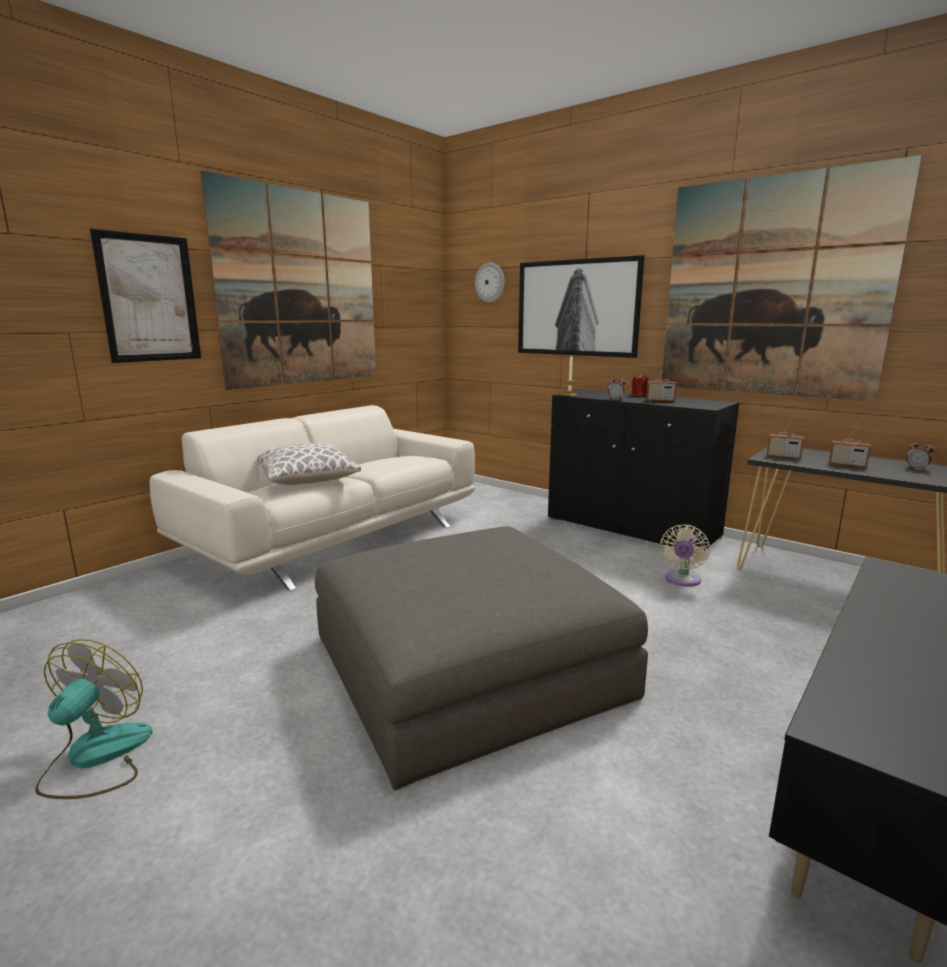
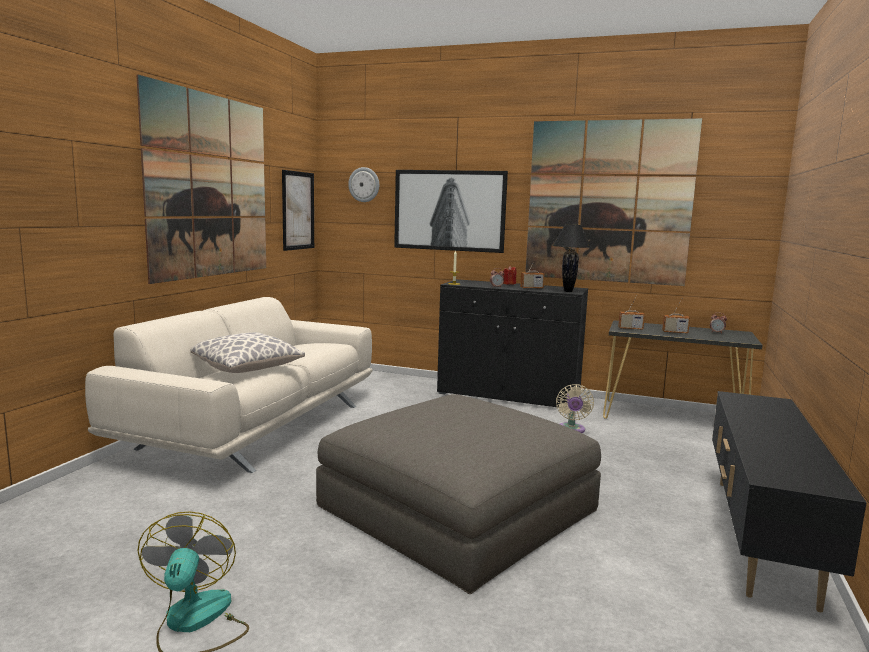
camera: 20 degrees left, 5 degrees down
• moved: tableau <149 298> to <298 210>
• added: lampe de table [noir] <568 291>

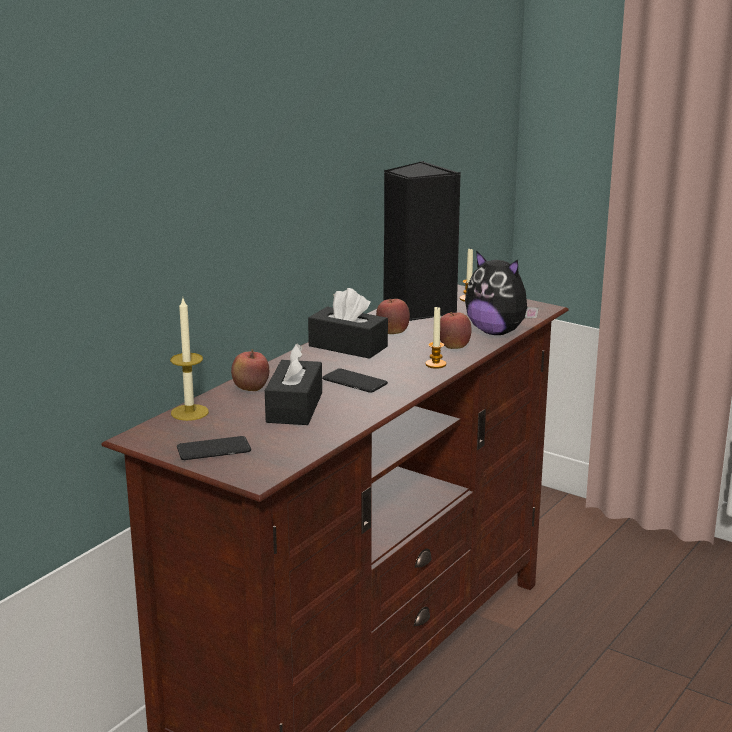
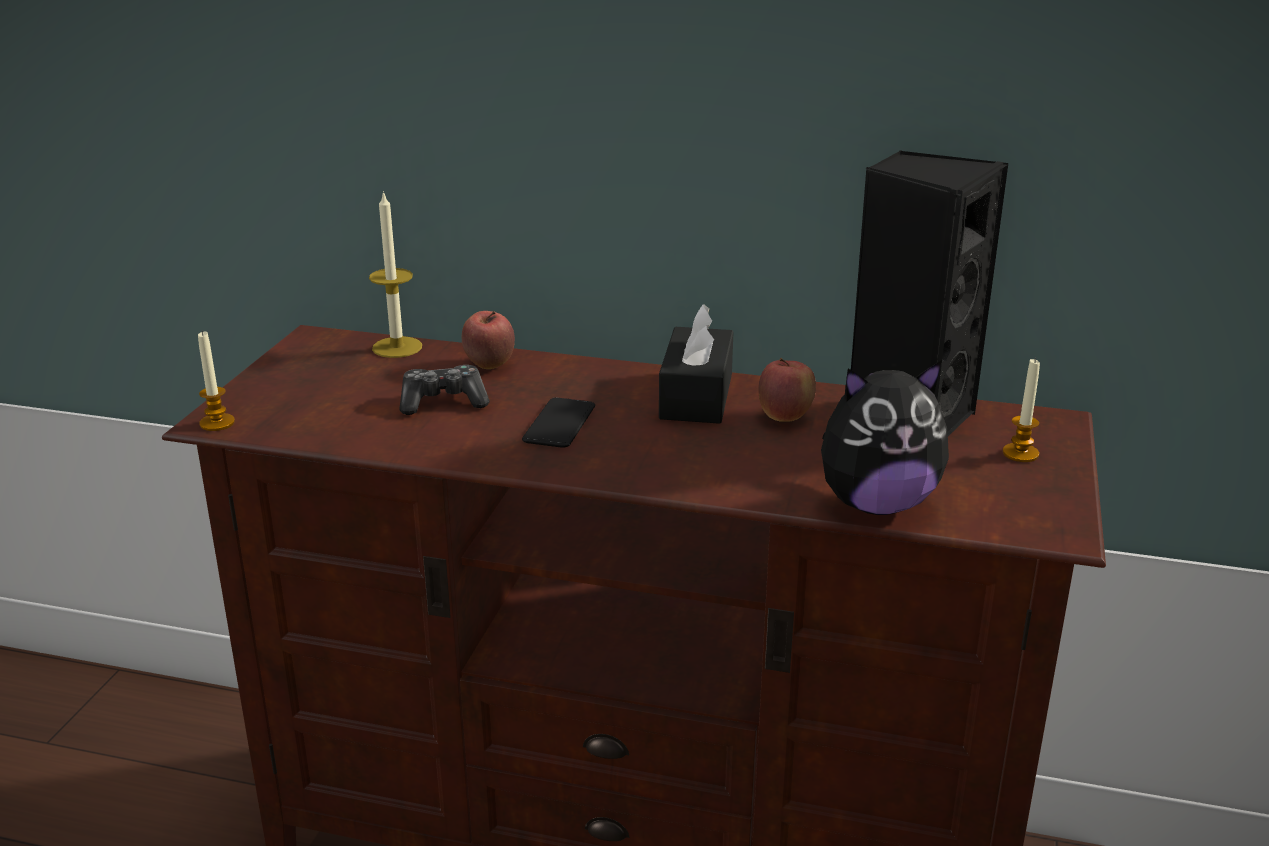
camera: 70 degrees right, 5 degrees up
• turned: peluche <497 332> = <876 504> 120 degrees counterclockwise
• moved: bougie <435 364> to <217 423>
• removed: pomme <453 347>
• replaced: boîte à mouchoirs [noir] <294 407> to manette <443 402>
• removed: téléphone <213 449>

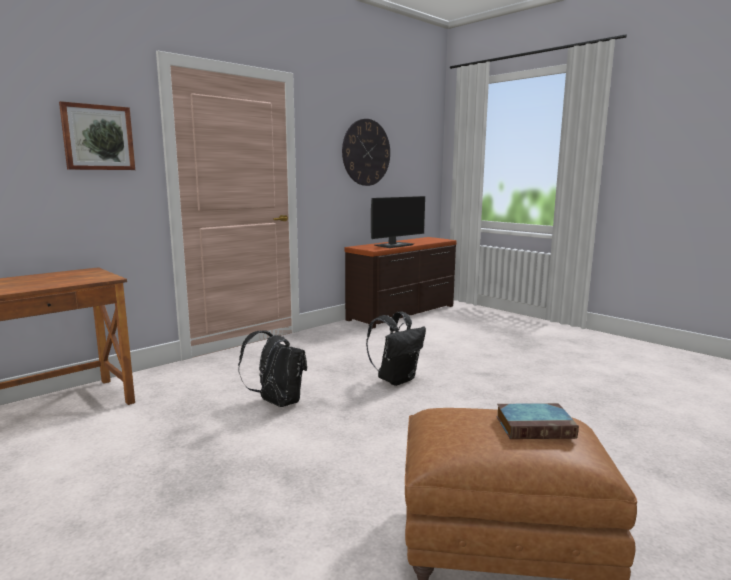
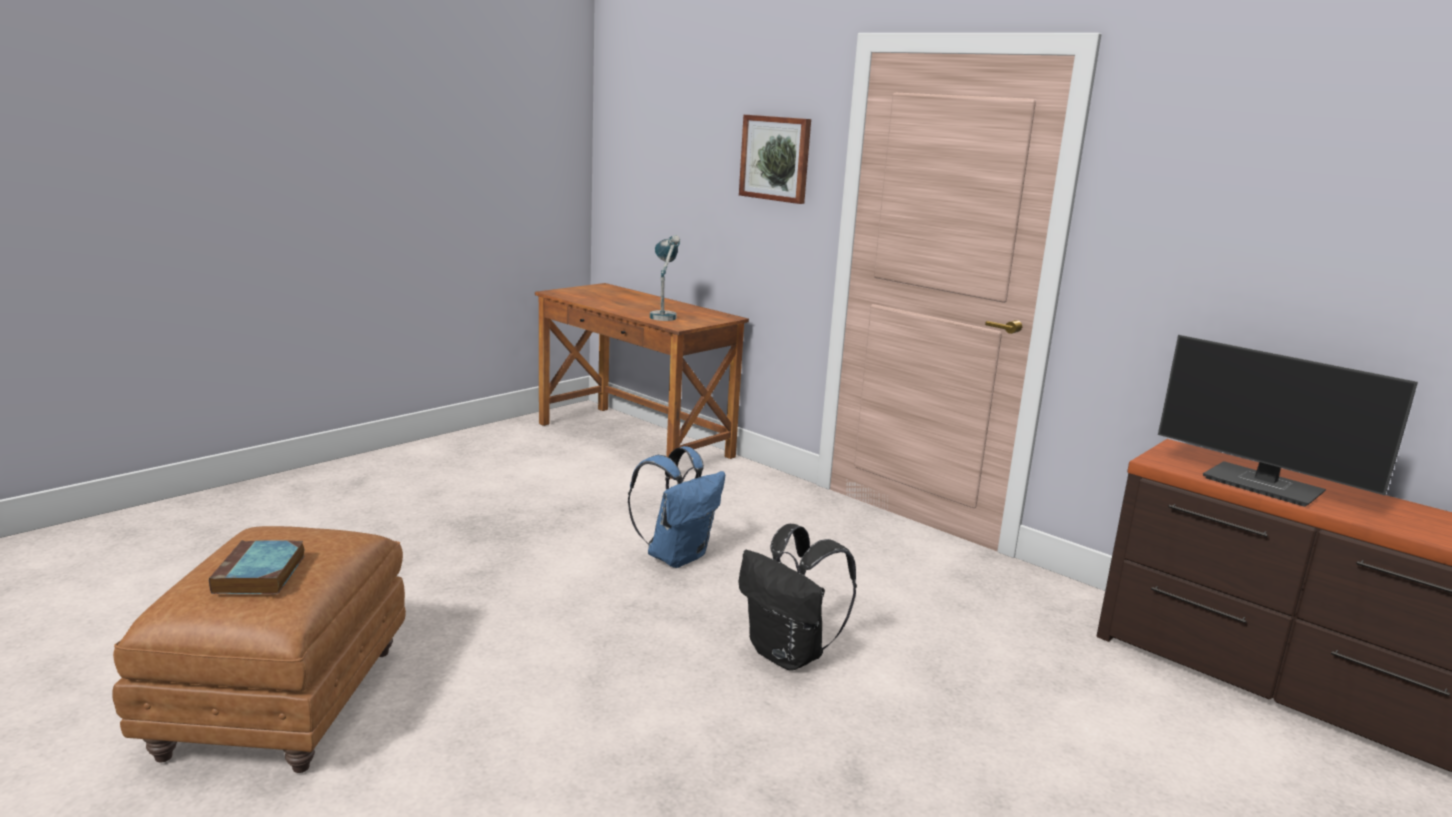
camera: 85 degrees right, 5 degrees up
• removed: horloge murale <366 152>
• recoloured: sac à dos [noir] <277 403> to sac à dos [bleu] <677 556>
• added: lampe de table <663 315>

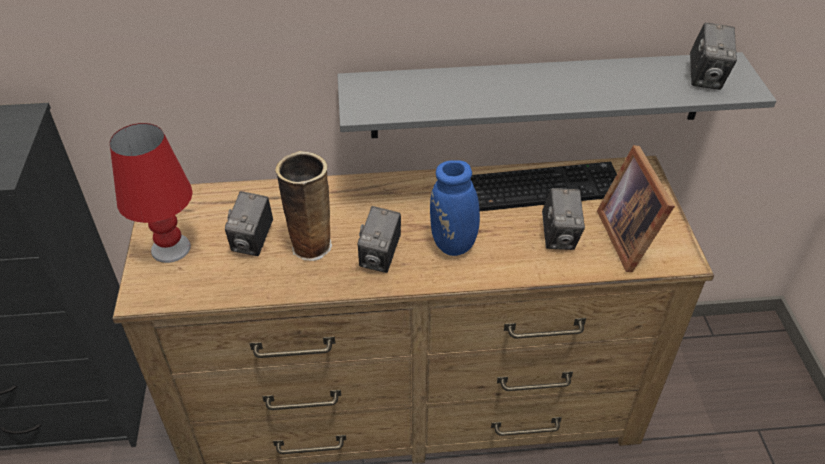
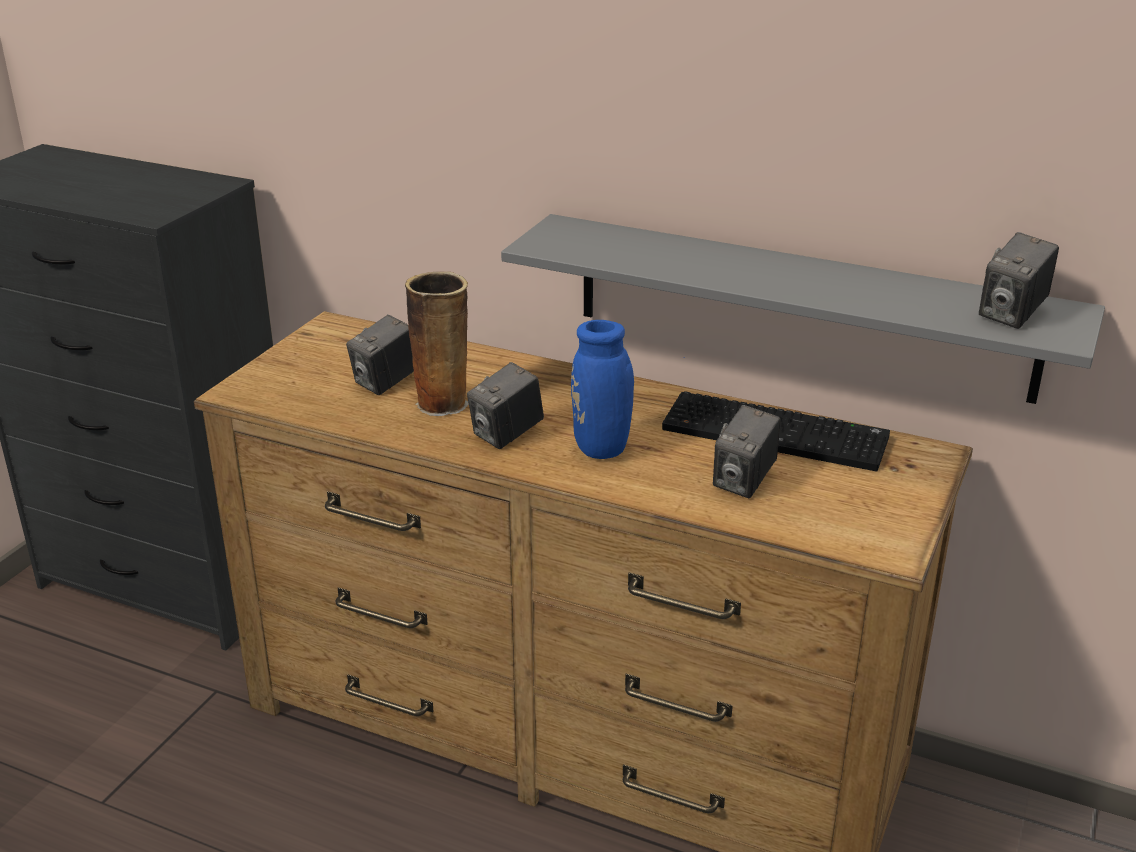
camera: 30 degrees right, 15 degrees down
• removed: lampe de table [rouge] <171 248>
• removed: cadre photo <630 236>

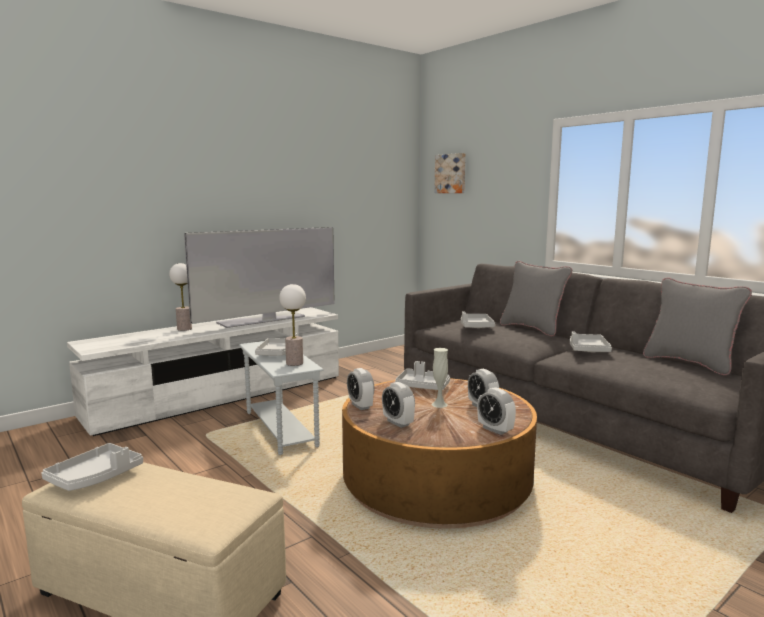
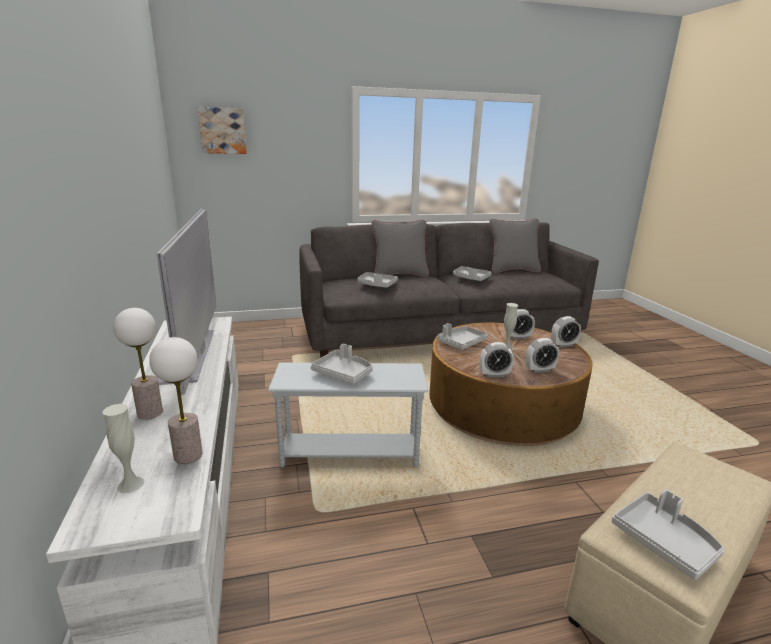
camera: 65 degrees left, 10 degrees up
• moved: lampe de table <294 363> to <188 455>
• added: vase [blanc] <130 484>

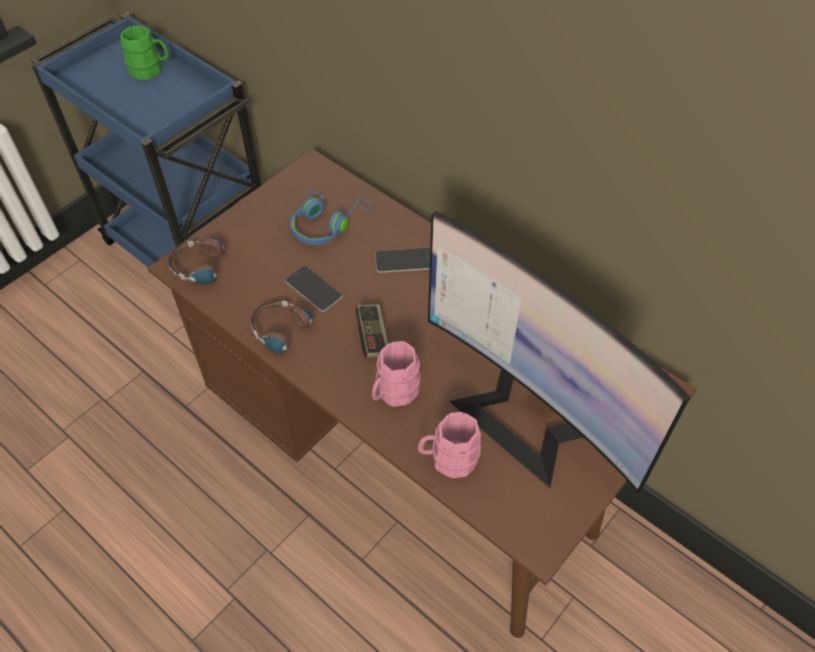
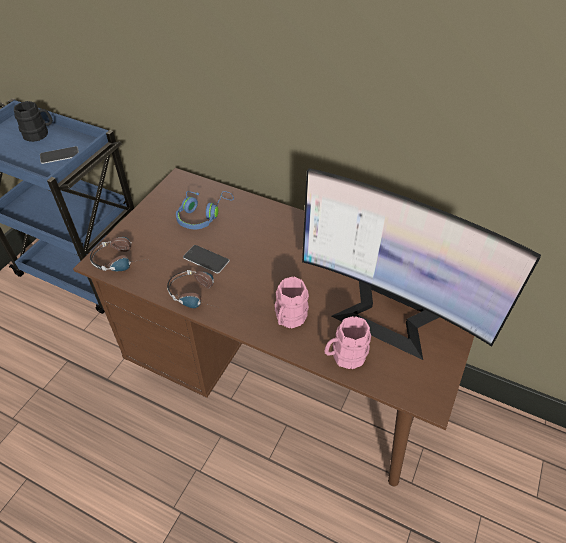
camera: 15 degrees left, 5 degrees down
• recoloured: mug [vert] <151 70> to mug [noir] <39 134>
• moved: téléphone <404 260> to <59 155>
• removed: manette <373 337>

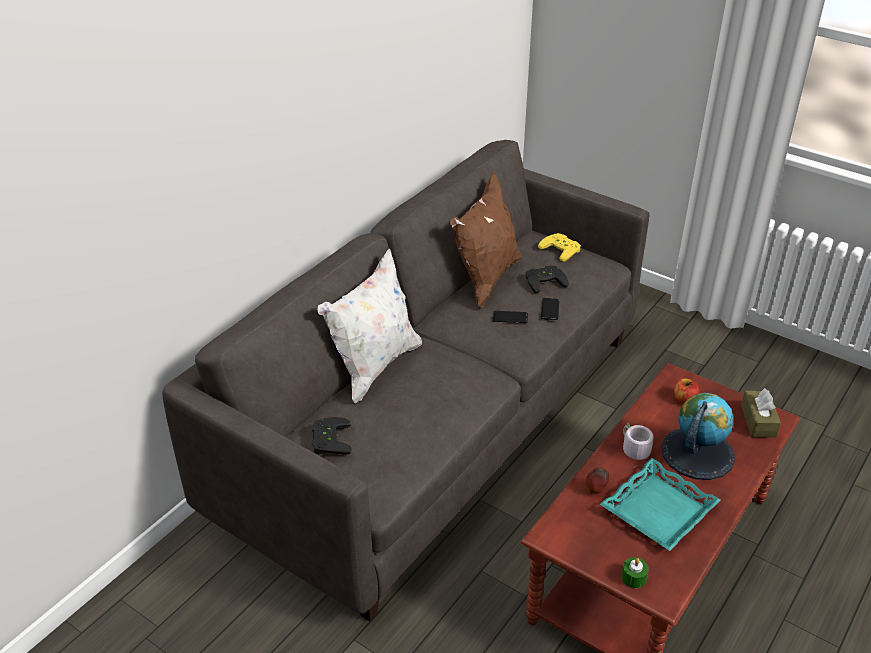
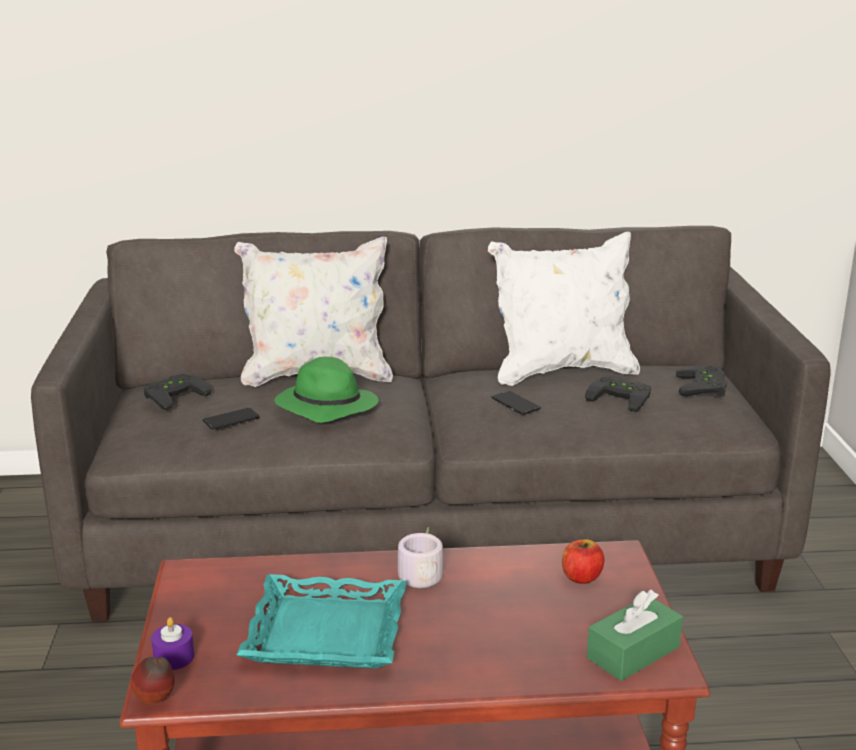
camera: 50 degrees right, 15 degrees down
• recoloured: coussin [marron] <485 279> to coussin [blanc] <561 371>
• recoloured: manette [jaune] <562 249> to manette [noir] <705 387>
• moved: téléphone <550 309> to <231 419>
• recoloured: boîte à mouchoirs [marron] <758 421> to boîte à mouchoirs [vert] <633 652>
• removed: globe <697 453>
• moved: pomme <596 490> to <156 700>
• recoloured: bougie [vert] <633 577> to bougie [violet] <174 657>
• added: chapeau [vert] <325 407>

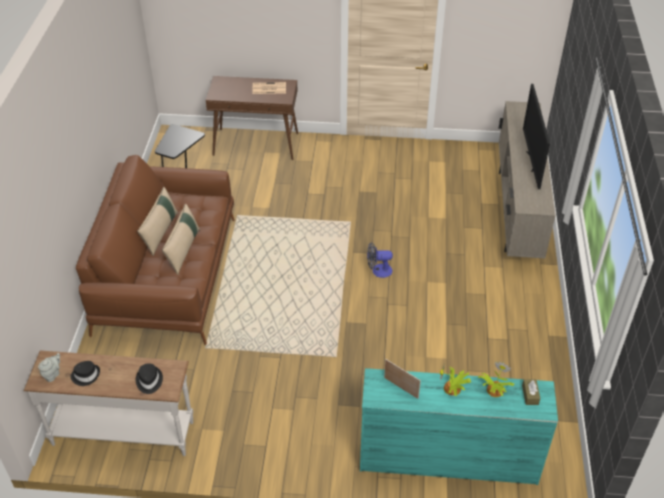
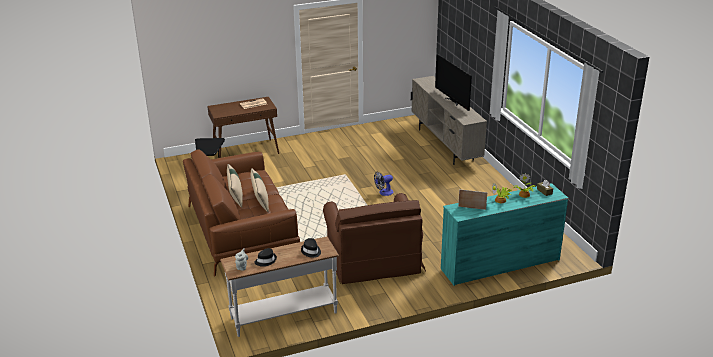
camera: 25 degrees left, 15 degrees down
• added: fauteuil [marron] <373 259>

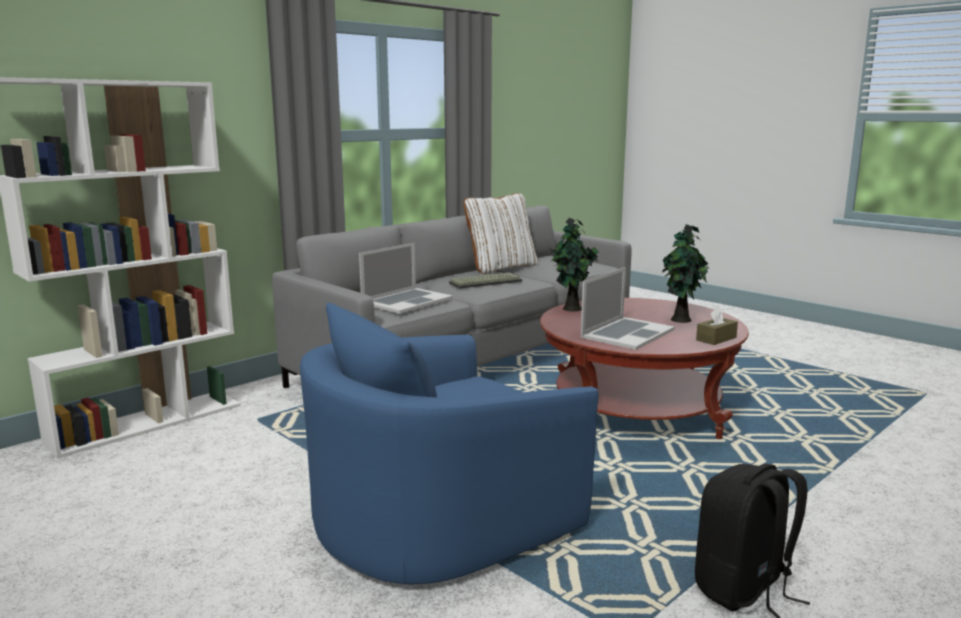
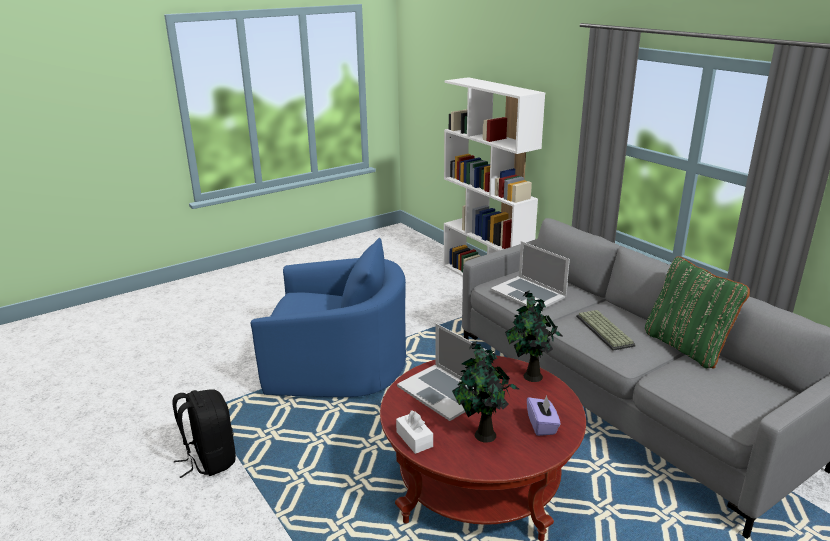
camera: 100 degrees right, 10 degrees up
• recoloured: coussin [blanc] <501 268> to coussin [vert] <686 347>
• turned: fauteuil [bleu] <438 518> = <337 366> 120 degrees clockwise
• recoloured: boîte à mouchoirs [marron] <716 339> to boîte à mouchoirs [blanc] <414 439>
• added: boîte à mouchoirs [violet] <542 425>

